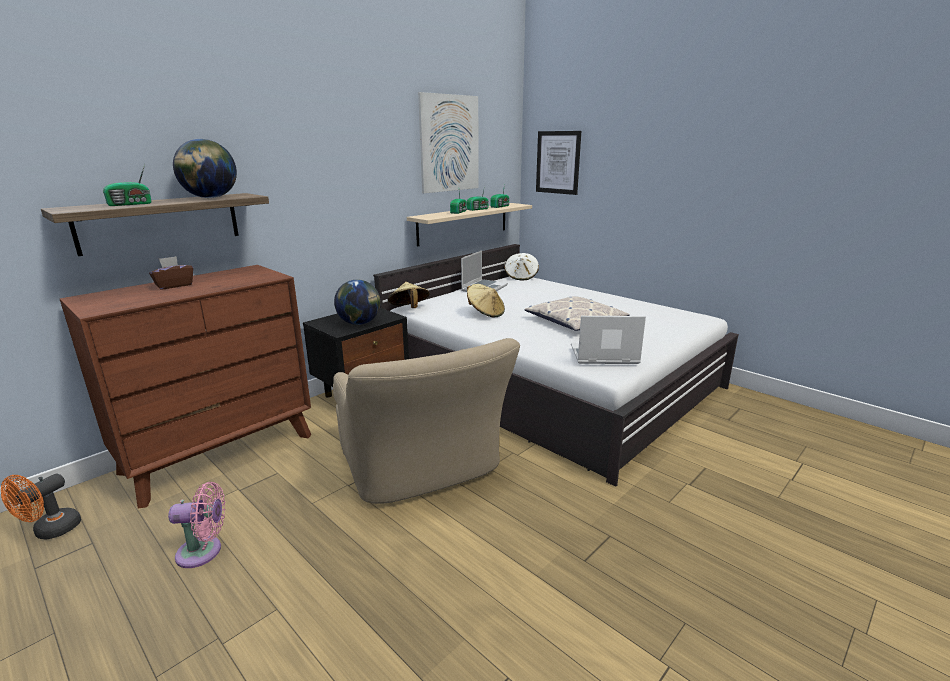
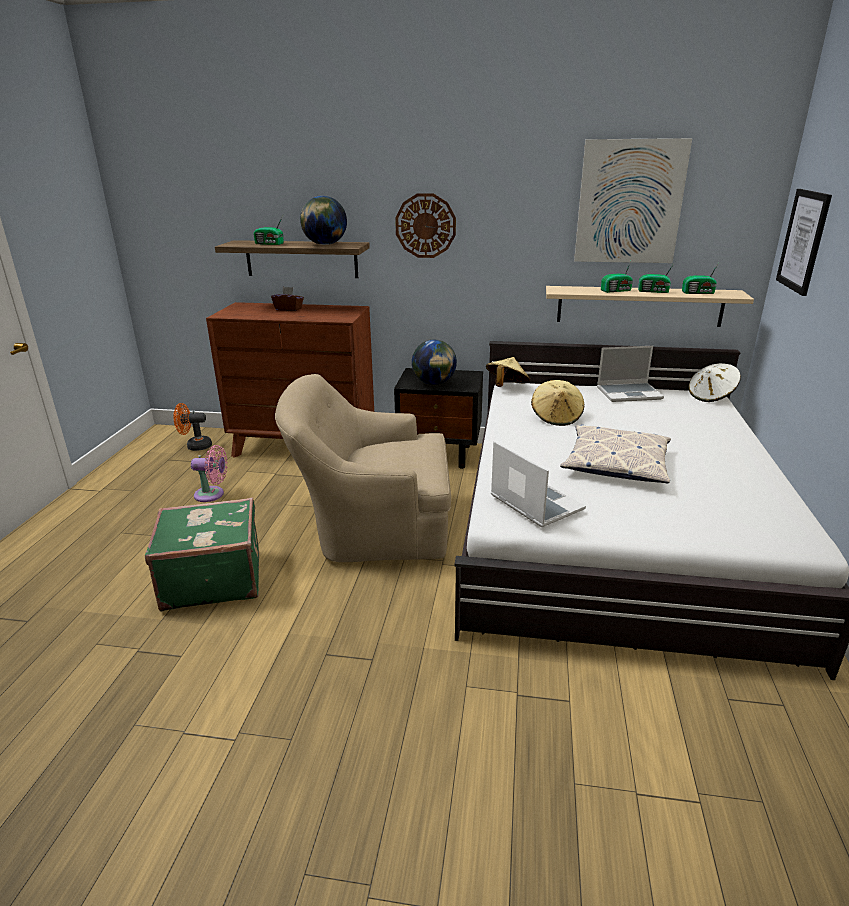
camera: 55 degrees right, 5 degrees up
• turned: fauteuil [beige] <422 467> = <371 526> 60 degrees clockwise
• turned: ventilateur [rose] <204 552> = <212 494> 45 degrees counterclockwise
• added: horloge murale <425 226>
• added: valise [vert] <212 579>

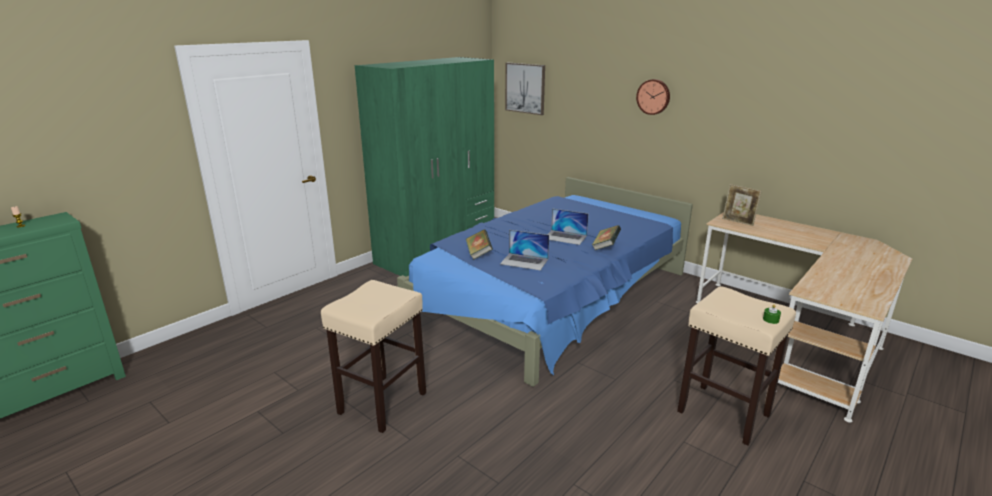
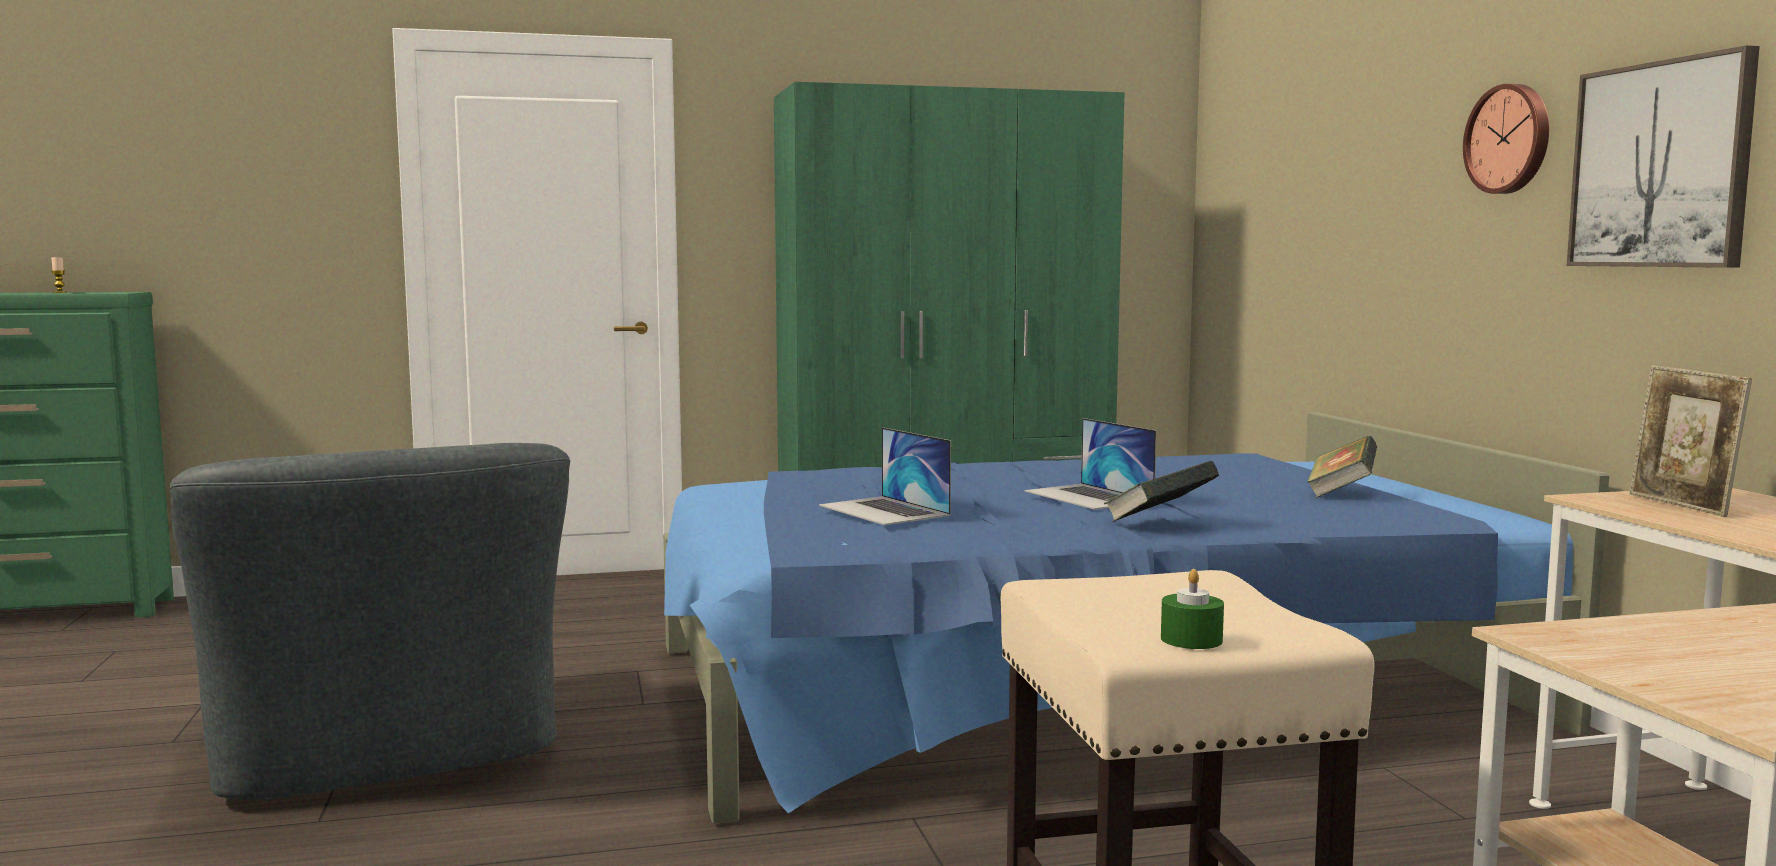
camera: 35 degrees right, 15 degrees down
• moved: tableau <525 88> to <1661 165>
• moved: livre <478 253> to <1341 493>
• replaced: tabouret [beige] <382 403> to fauteuil [gris] <386 754>

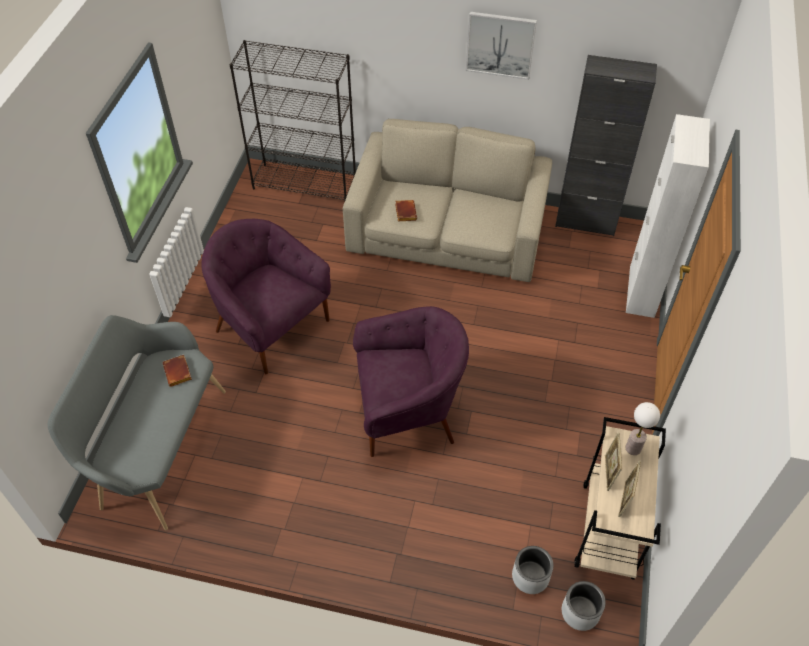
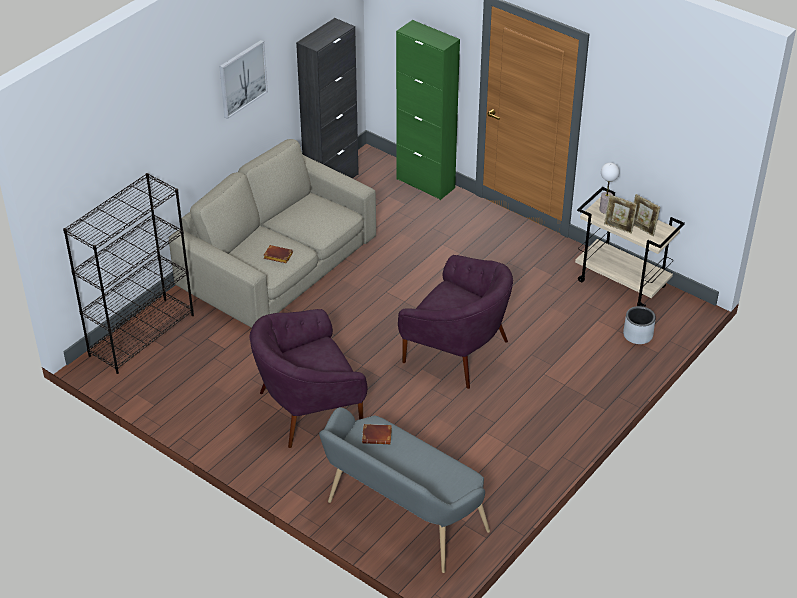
camera: 65 degrees left, 10 degrees down
• recoloured: meuble de rangement [blanc] <641 291> to meuble de rangement [vert] <425 183>
• turned: fauteuil [violet] <407 410> = <457 351> 105 degrees clockwise
• removed: cache-pot [gris] <580 612>

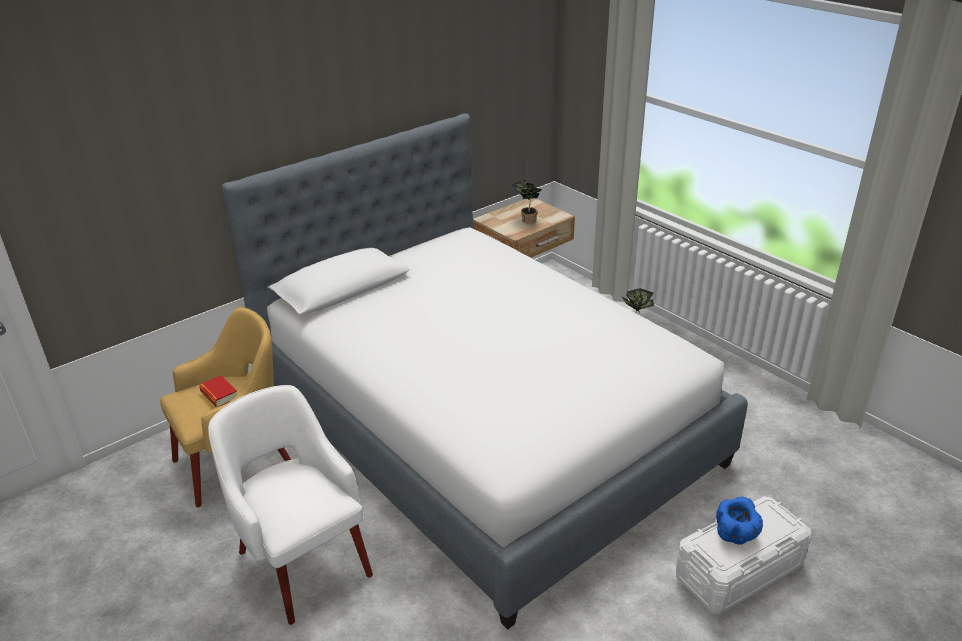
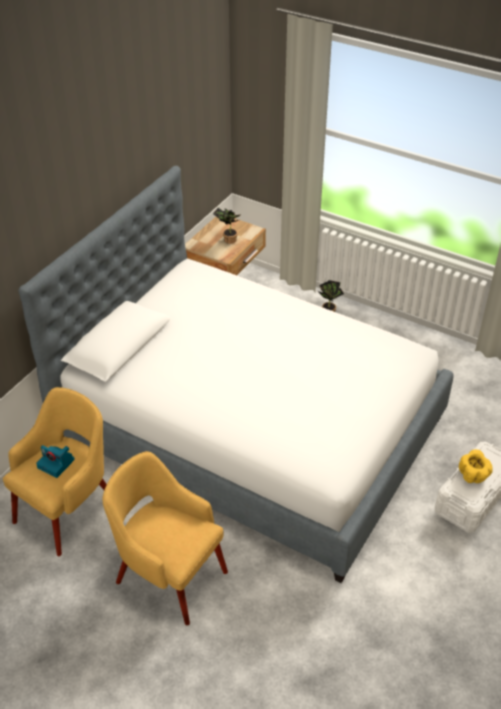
camera: 20 degrees left, 10 degrees up
• replaced: livre <219 395> to appareil photo <57 464>
• recoloured: fauteuil [blanc] <302 560> to fauteuil [jaune] <169 575>
• recoloured: bol [bleu] <736 534> to bol [jaune] <473 475>

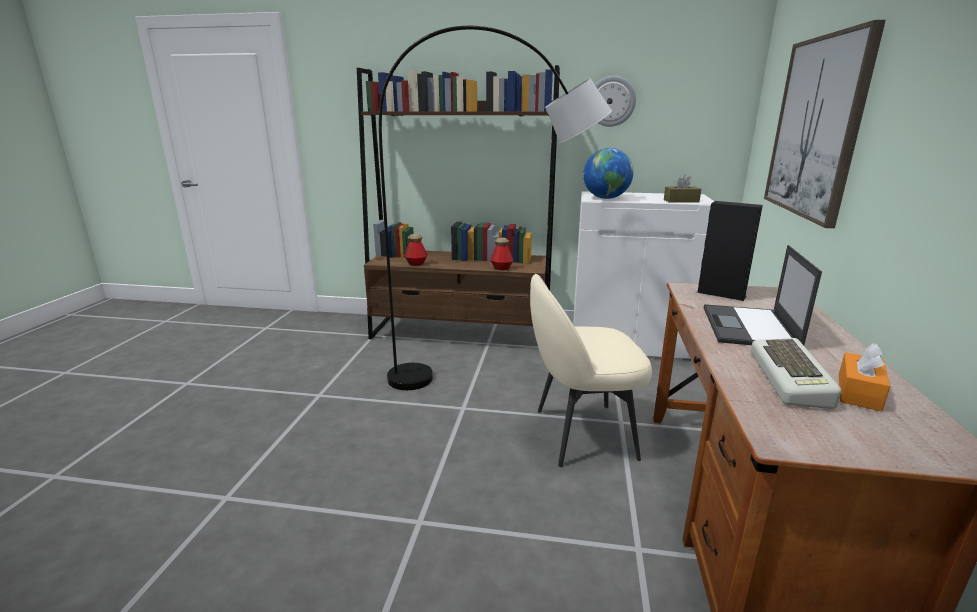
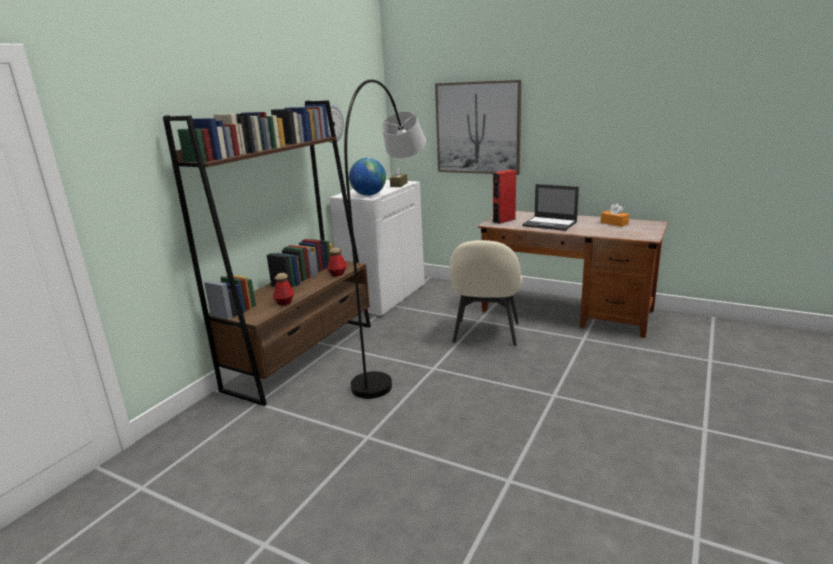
camera: 70 degrees left, 0 degrees up
• recoloured: enceinte [noir] <721 294> to enceinte [rouge] <504 220>
• removed: clavier <792 379>

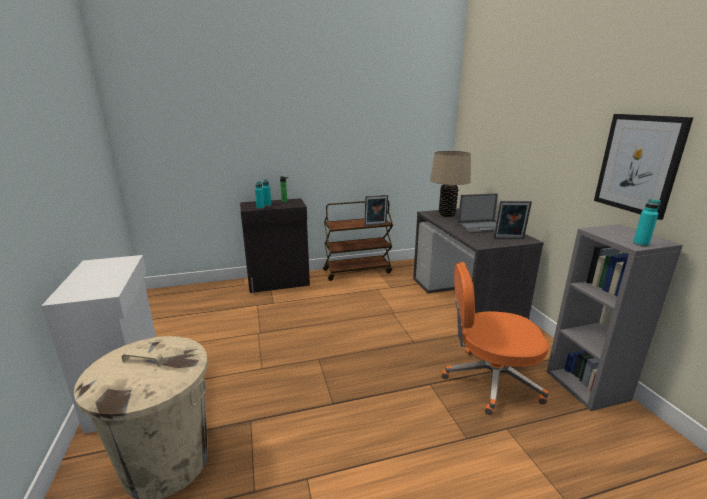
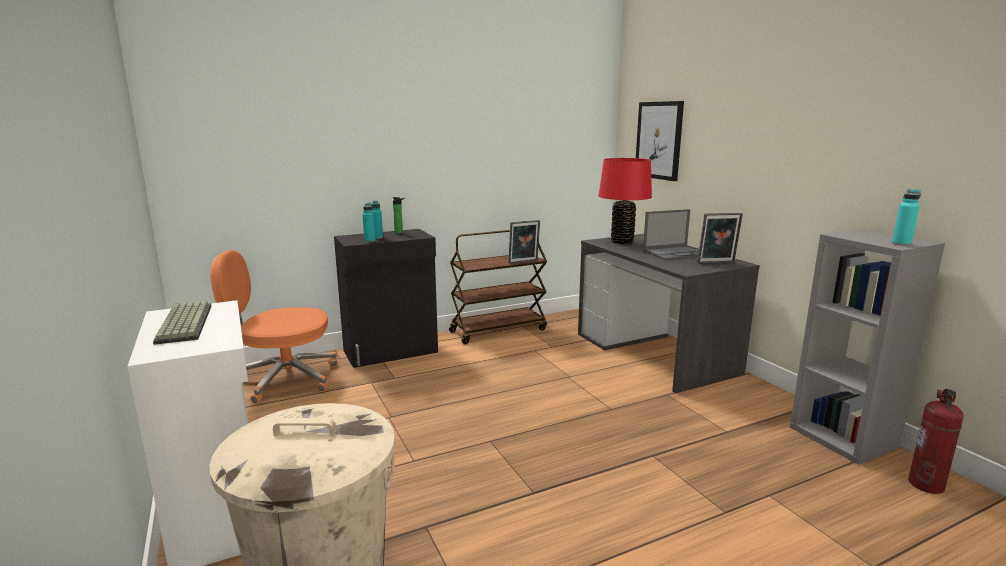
camera: 10 degrees left, 5 degrees down
• moved: tableau <639 164> to <659 140>
• recoloured: lampe de table [beige] <447 214> to lampe de table [rouge] <622 242>
• moved: chaise de bureau [orange] <489 380> to <284 379>
• added: clavier <183 323>
• added: extincteur <927 485>

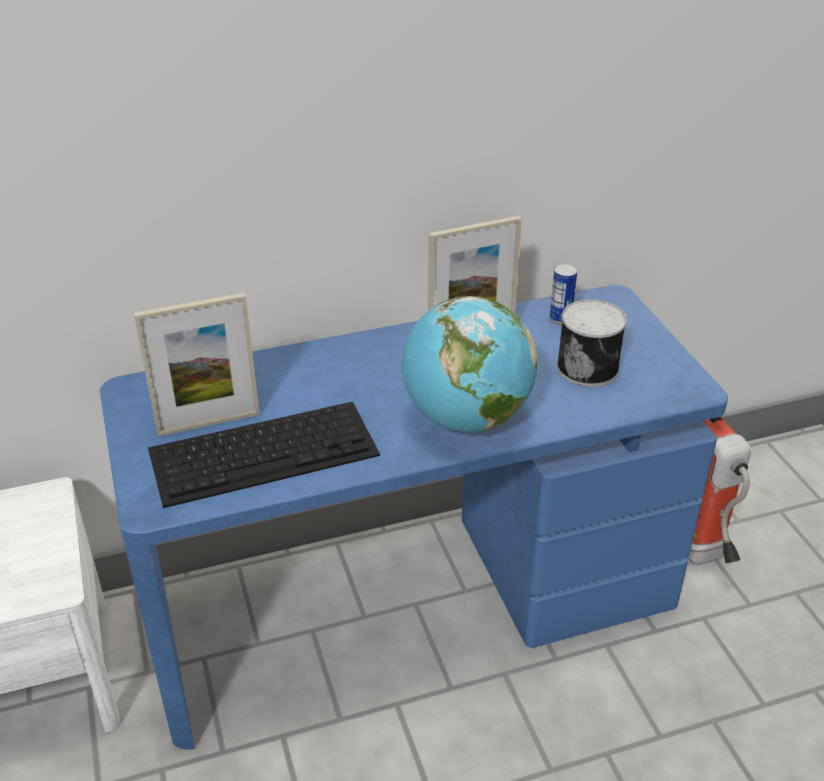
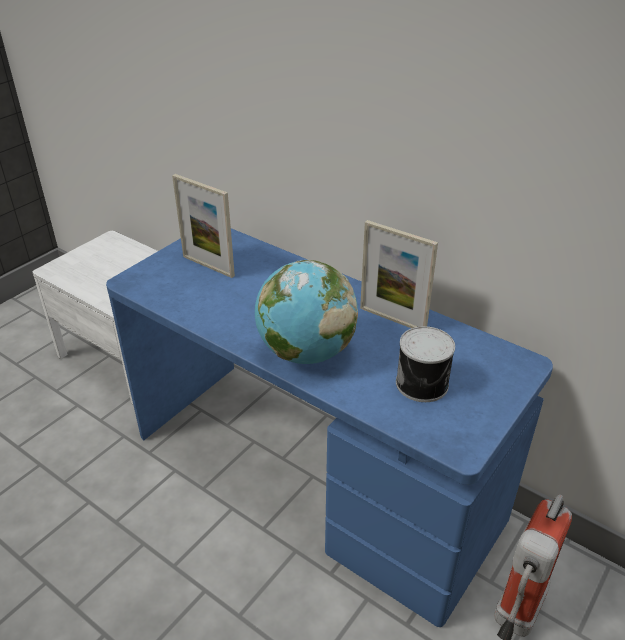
camera: 55 degrees right, 0 degrees up
• removed: boîte métallique <560 319>
• removed: clavier <265 451>

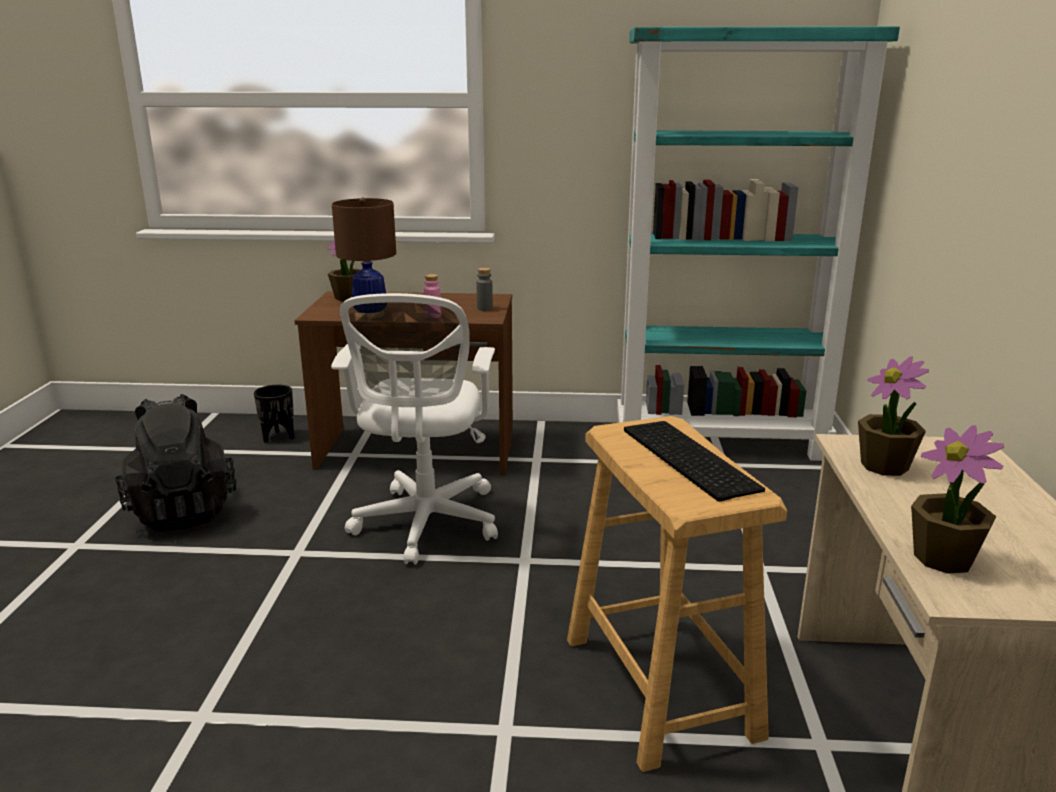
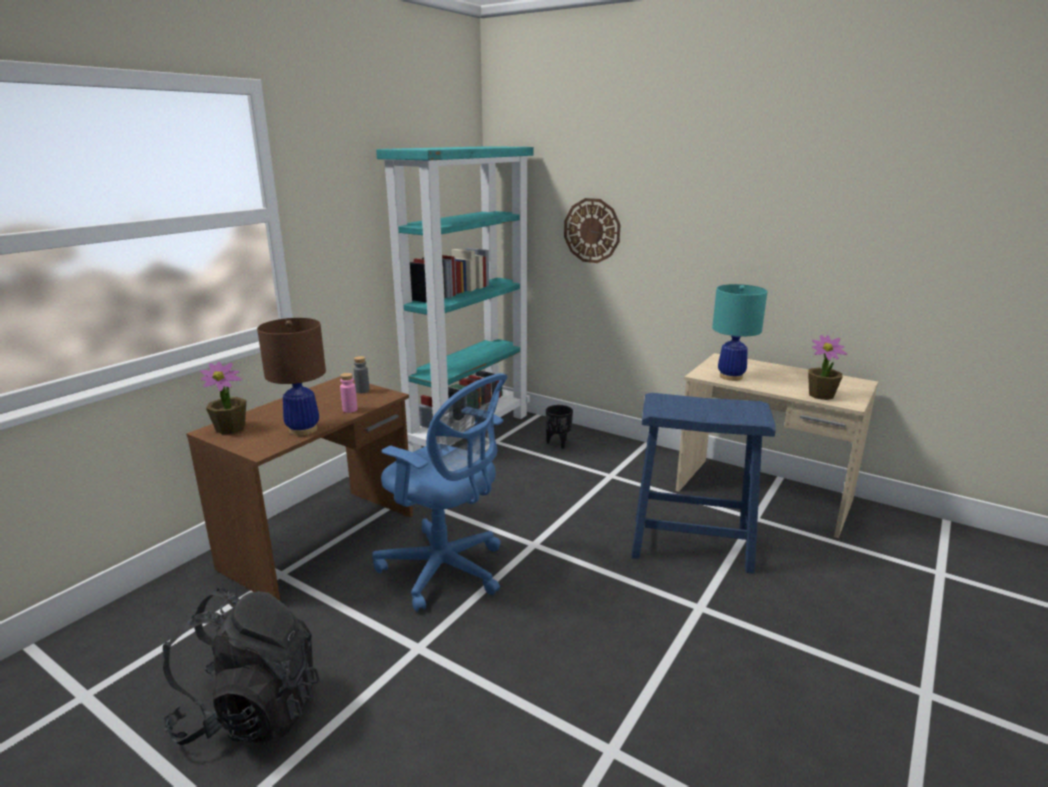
camera: 60 degrees left, 0 degrees up
• recoloured: chaise de bureau [blanc] <425 525> to chaise de bureau [bleu] <446 571>
• replaced: plante en pot <885 466> to lampe de table [turquoise] <731 376>
• moved: cache-pot [noir] <278 437> to <558 443>
• recoloured: tabouret [beige] <659 685> to tabouret [bleu] <690 543>
• removed: clavier <685 458>
• added: horloge murale <592 230>

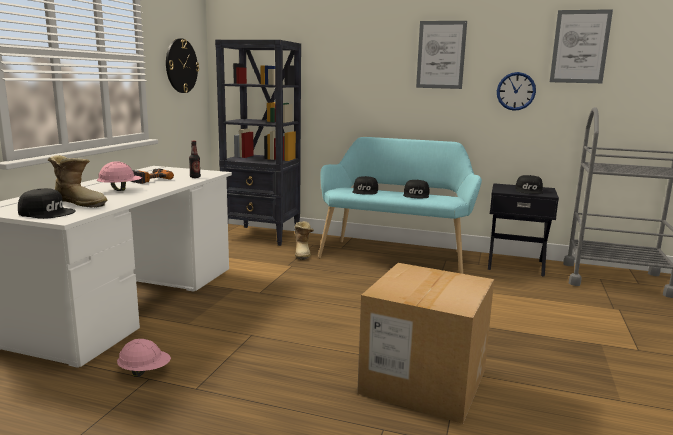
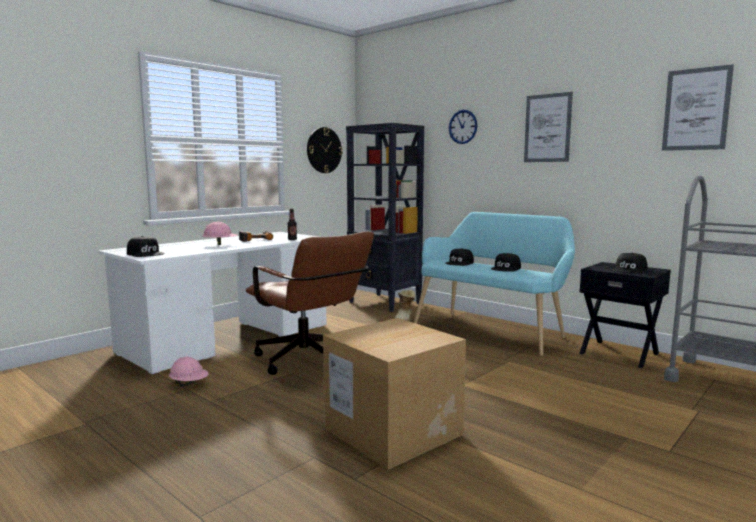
camera: 25 degrees right, 5 degrees down
• moved: horloge murale <516 91> to <463 126>
• removed: botte <80 203>
• added: chaise de bureau [marron] <310 361>

